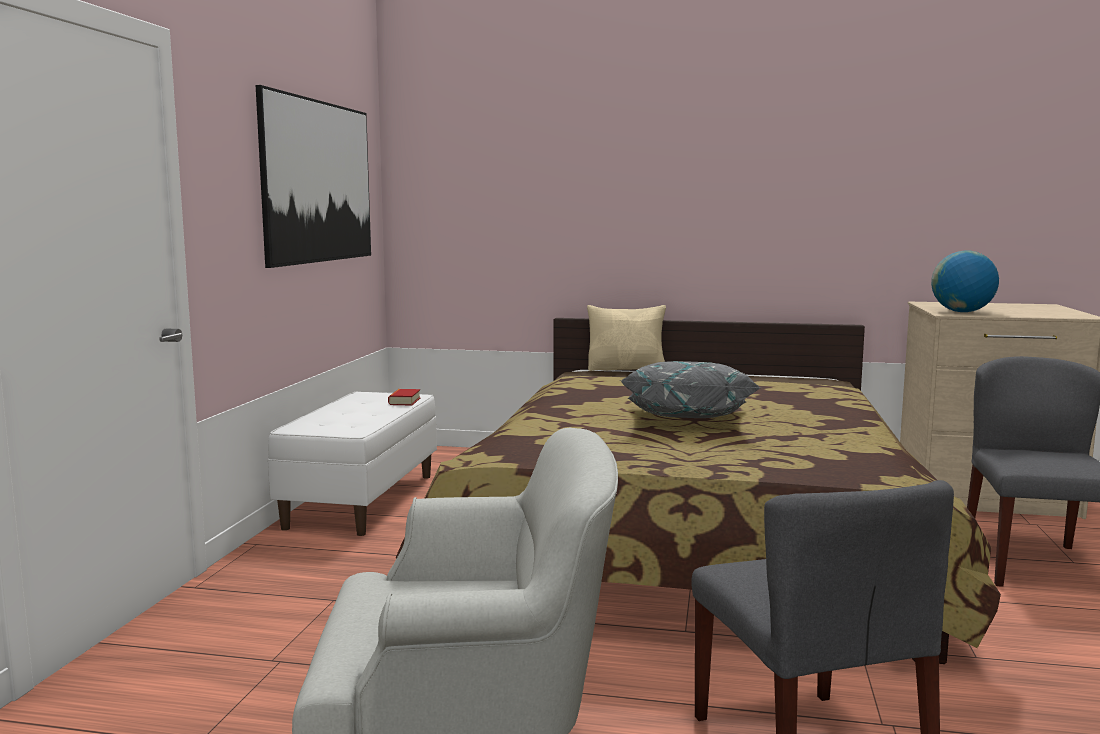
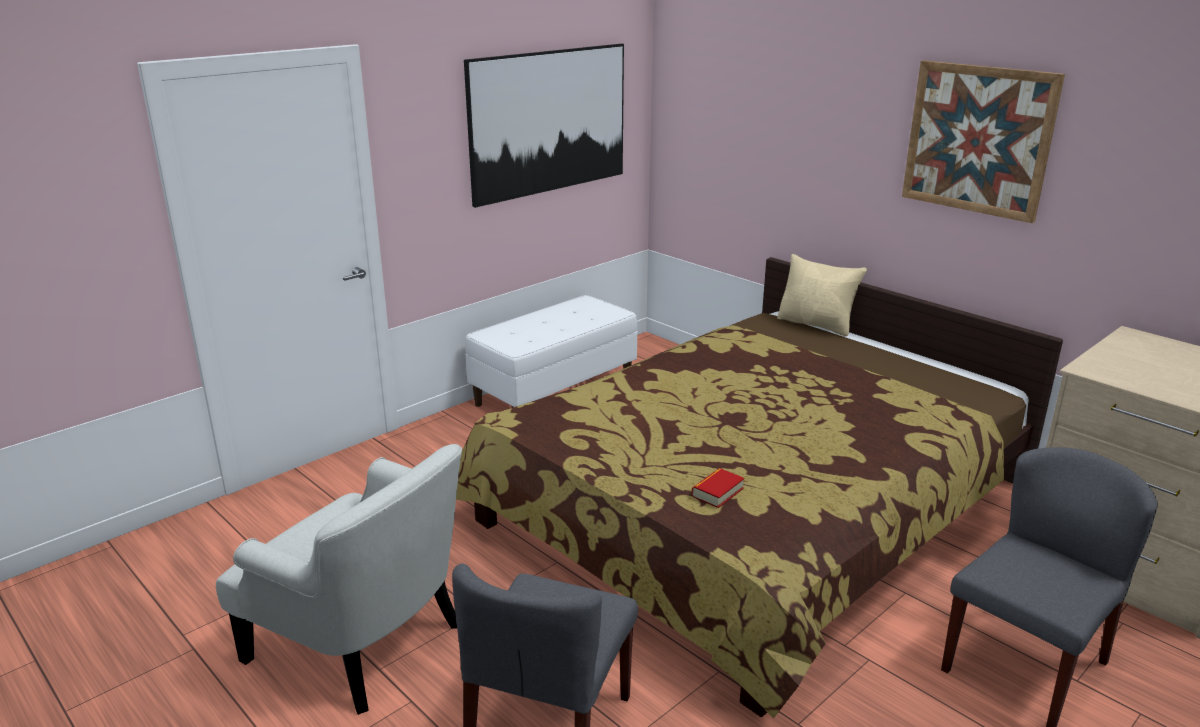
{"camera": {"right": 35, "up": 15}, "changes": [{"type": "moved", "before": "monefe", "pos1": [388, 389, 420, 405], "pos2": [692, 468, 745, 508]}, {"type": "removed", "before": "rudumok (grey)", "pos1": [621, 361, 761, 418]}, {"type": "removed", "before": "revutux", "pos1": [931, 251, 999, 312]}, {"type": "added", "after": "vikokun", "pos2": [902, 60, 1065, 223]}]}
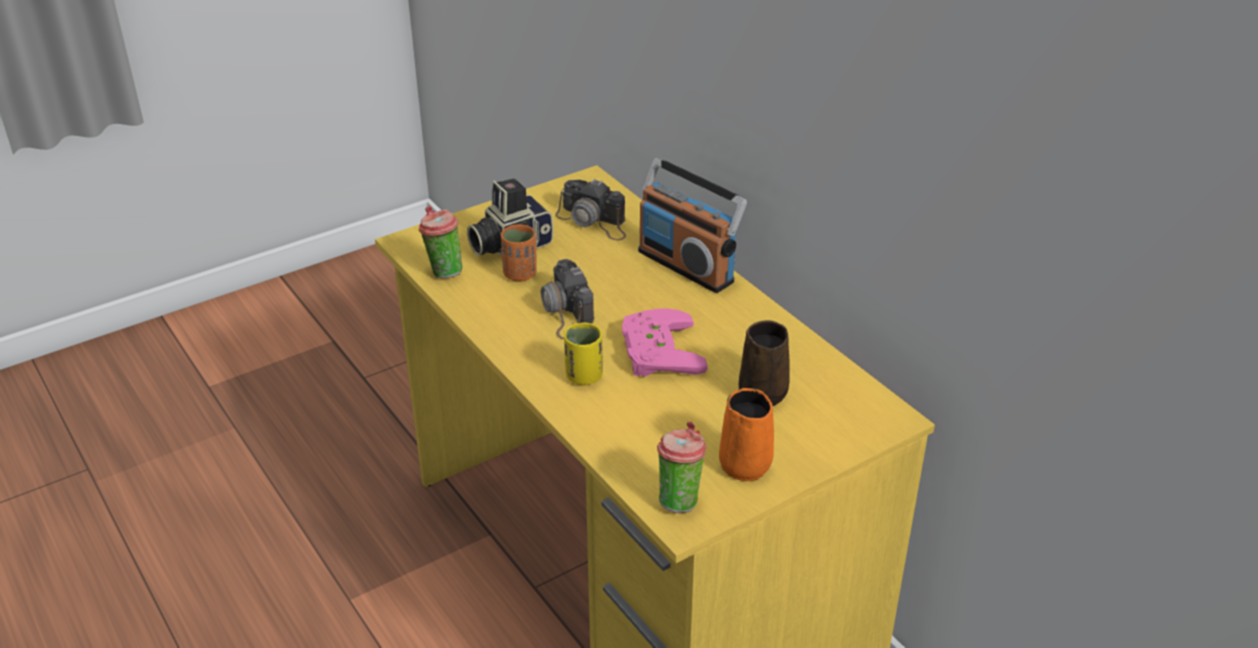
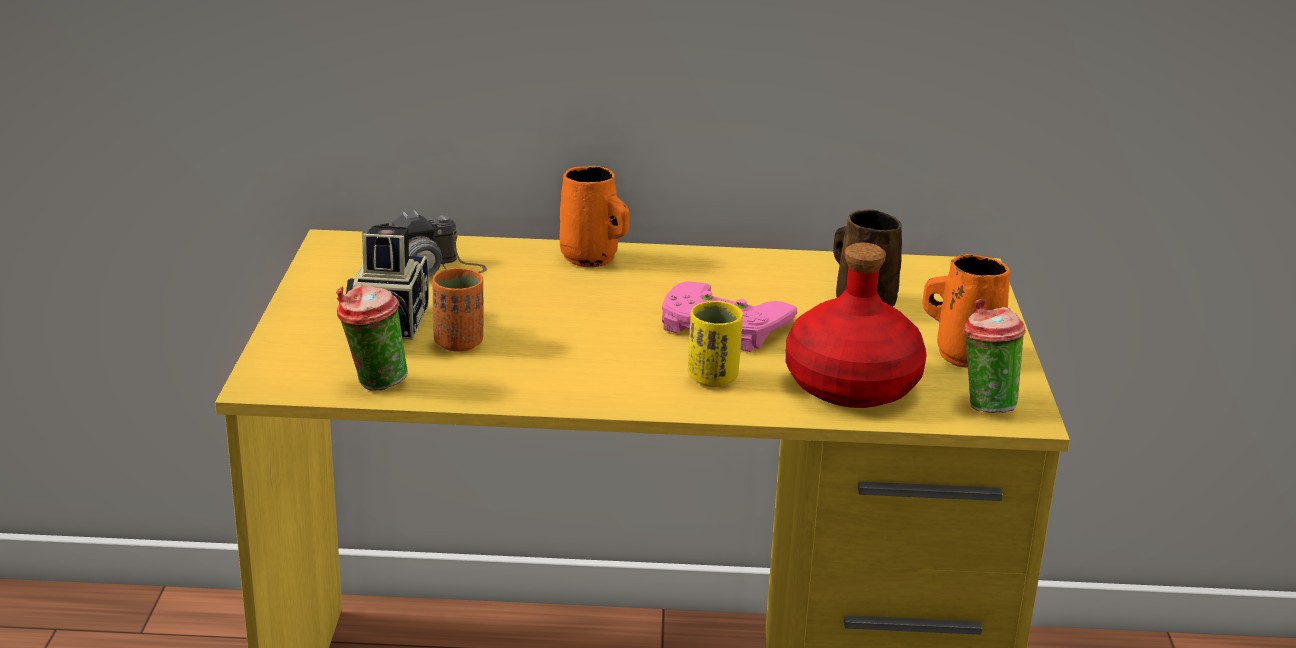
{"camera": {"right": -55, "up": -10}, "changes": [{"type": "removed", "before": "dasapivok", "pos1": [540, 259, 594, 339]}, {"type": "replaced", "before": "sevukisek", "after": "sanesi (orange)", "pos1": [638, 158, 747, 293], "pos2": [560, 166, 629, 267]}, {"type": "added", "after": "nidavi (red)", "pos2": [786, 243, 927, 408]}]}
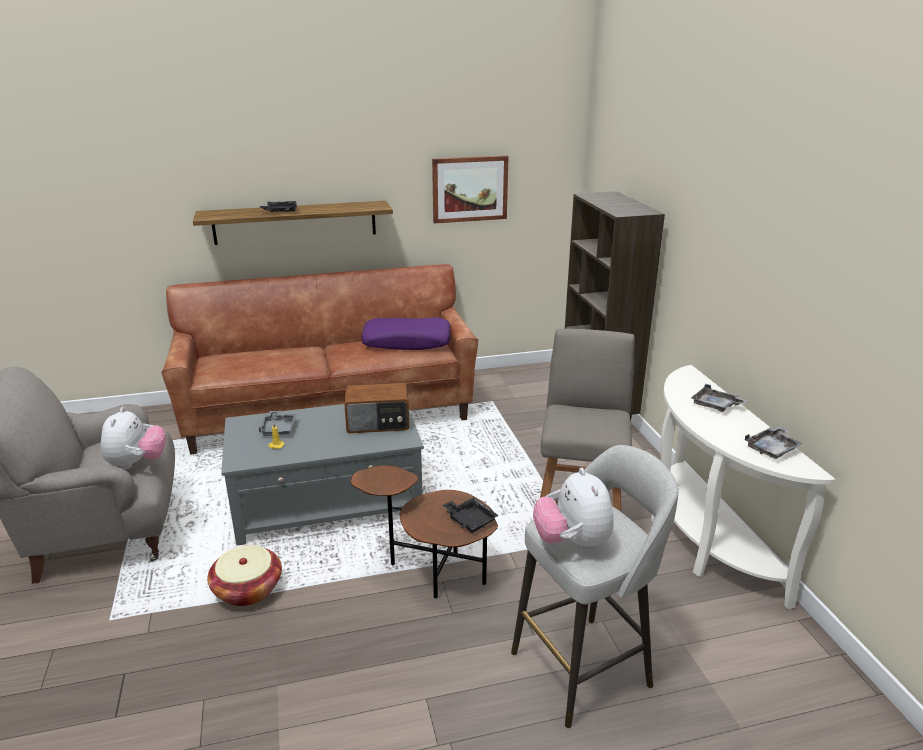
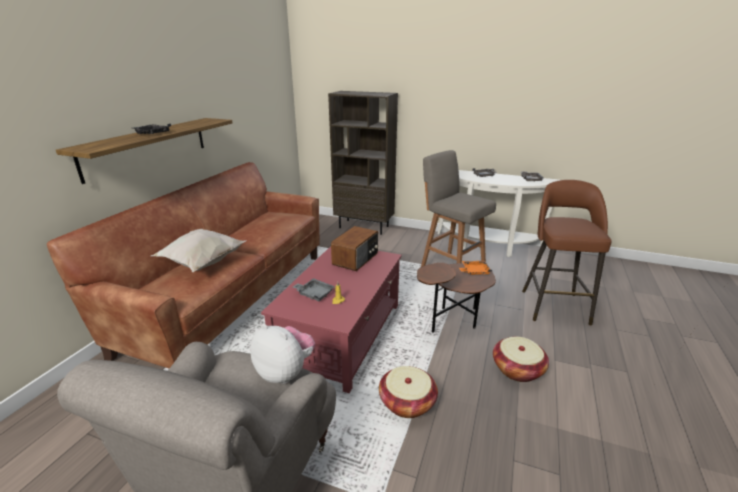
{"camera": {"right": -55, "up": 0}, "changes": [{"type": "recoloured", "before": "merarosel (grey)", "after": "merarosel (red)", "pos1": [221, 404, 424, 546], "pos2": [261, 246, 402, 393]}, {"type": "removed", "before": "rudumok (purple)", "pos1": [361, 317, 450, 350]}, {"type": "removed", "before": "vikokun", "pos1": [432, 156, 509, 224]}, {"type": "recoloured", "before": "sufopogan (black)", "after": "sufopogan (orange)", "pos1": [443, 497, 499, 533], "pos2": [459, 261, 492, 275]}, {"type": "recoloured", "before": "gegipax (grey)", "after": "gegipax (brown)", "pos1": [511, 445, 679, 728], "pos2": [522, 180, 612, 326]}, {"type": "removed", "before": "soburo", "pos1": [533, 468, 614, 550]}, {"type": "added", "after": "rudumok (white)", "pos2": [151, 229, 246, 272]}, {"type": "added", "after": "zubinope", "pos2": [493, 336, 549, 382]}]}
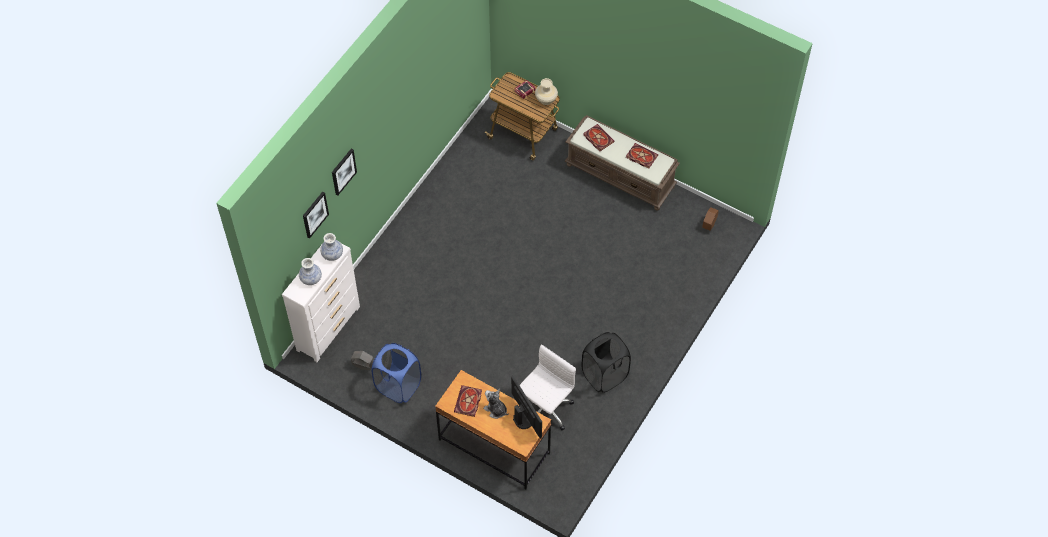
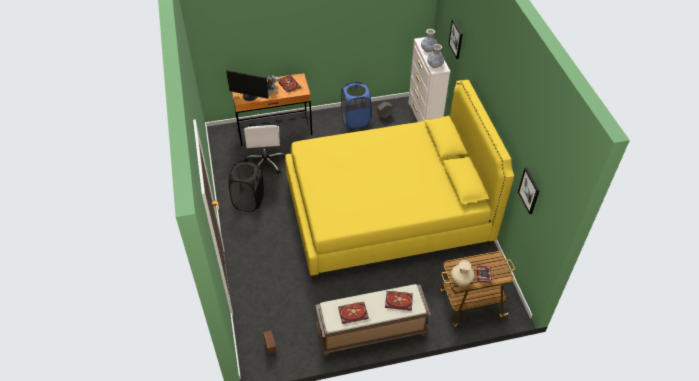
{"camera": {"right": 135, "up": -10}, "changes": [{"type": "moved", "before": "vikokun", "pos1": [332, 149, 357, 195], "pos2": [518, 168, 540, 214]}, {"type": "added", "after": "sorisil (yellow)", "pos2": [285, 80, 514, 279]}]}
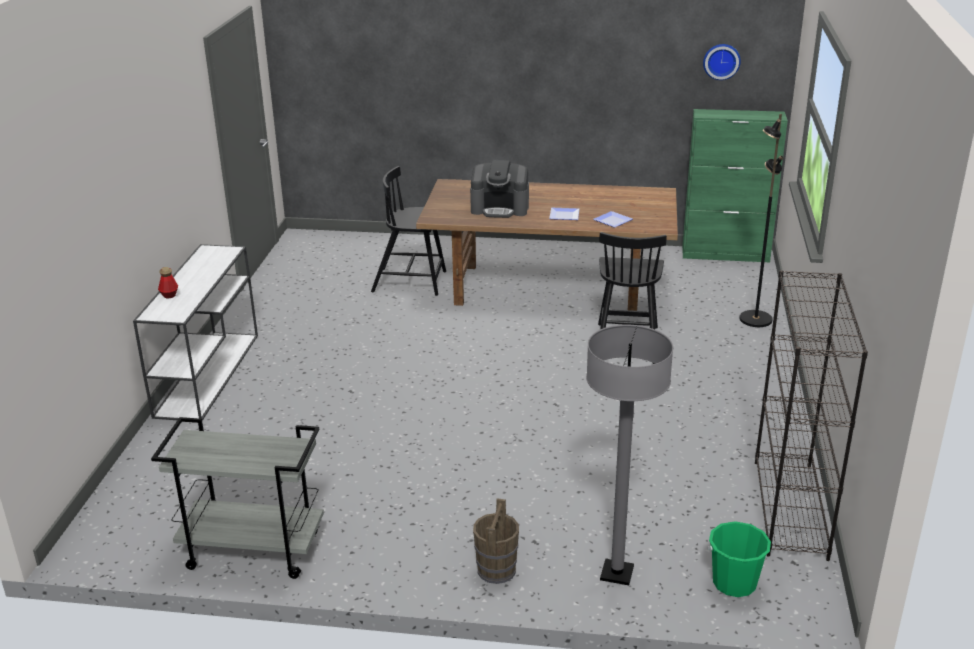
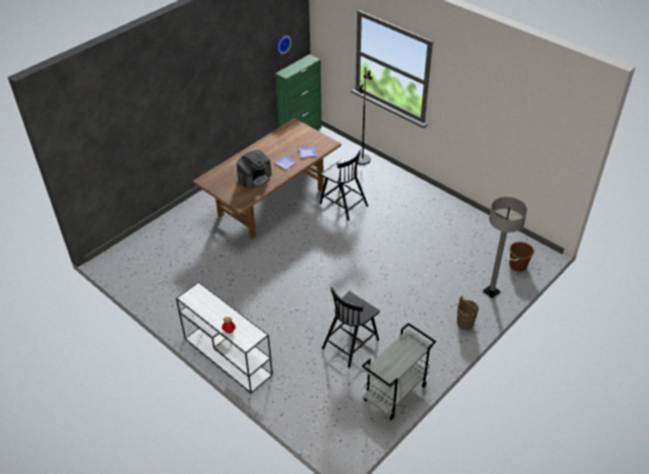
{"camera": {"right": -55, "up": 15}, "changes": [{"type": "moved", "before": "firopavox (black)", "pos1": [371, 166, 446, 296], "pos2": [322, 287, 380, 368]}, {"type": "recoloured", "before": "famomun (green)", "after": "famomun (brown)", "pos1": [707, 521, 771, 597], "pos2": [508, 242, 534, 272]}, {"type": "removed", "before": "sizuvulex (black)", "pos1": [755, 270, 868, 561]}]}
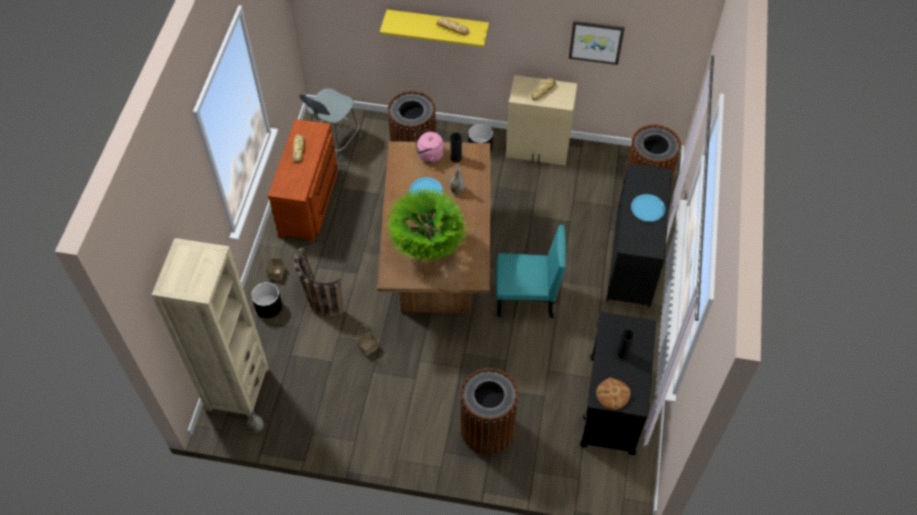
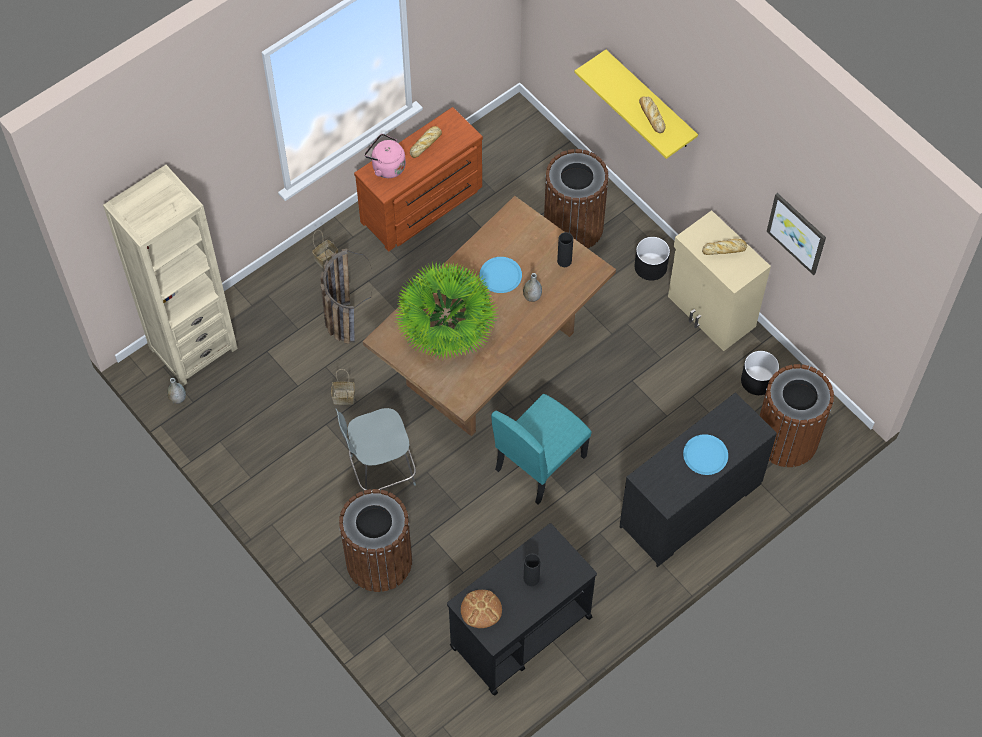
{"camera": {"right": 40, "up": 5}, "changes": [{"type": "moved", "before": "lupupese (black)", "pos1": [251, 282, 282, 318], "pos2": [741, 351, 779, 395]}, {"type": "moved", "before": "gegipax (grey)", "pos1": [299, 88, 361, 160], "pos2": [335, 408, 416, 492]}, {"type": "moved", "before": "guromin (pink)", "pos1": [414, 130, 444, 163], "pos2": [365, 134, 406, 178]}, {"type": "turned", "before": "firopavox (turquoise)", "pos1": [495, 225, 566, 318], "pos2": [491, 394, 592, 505], "turn": 90}]}
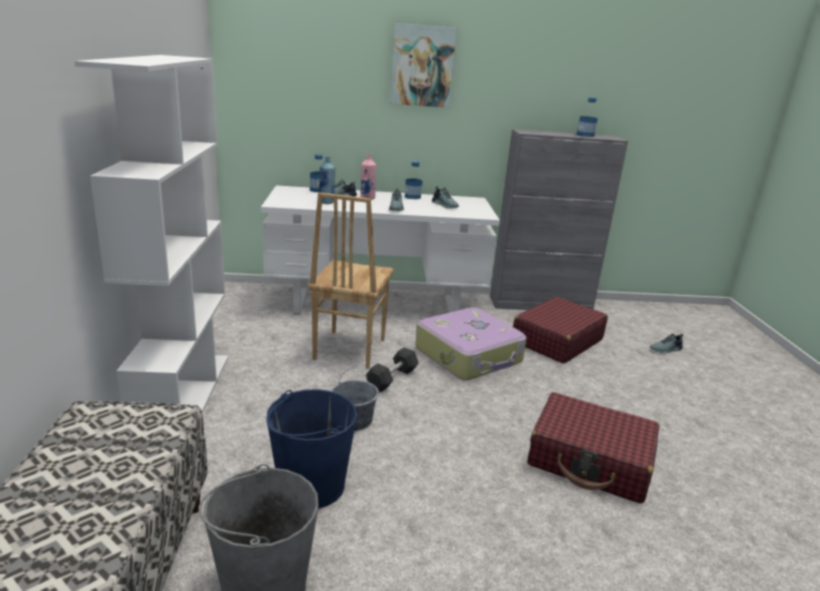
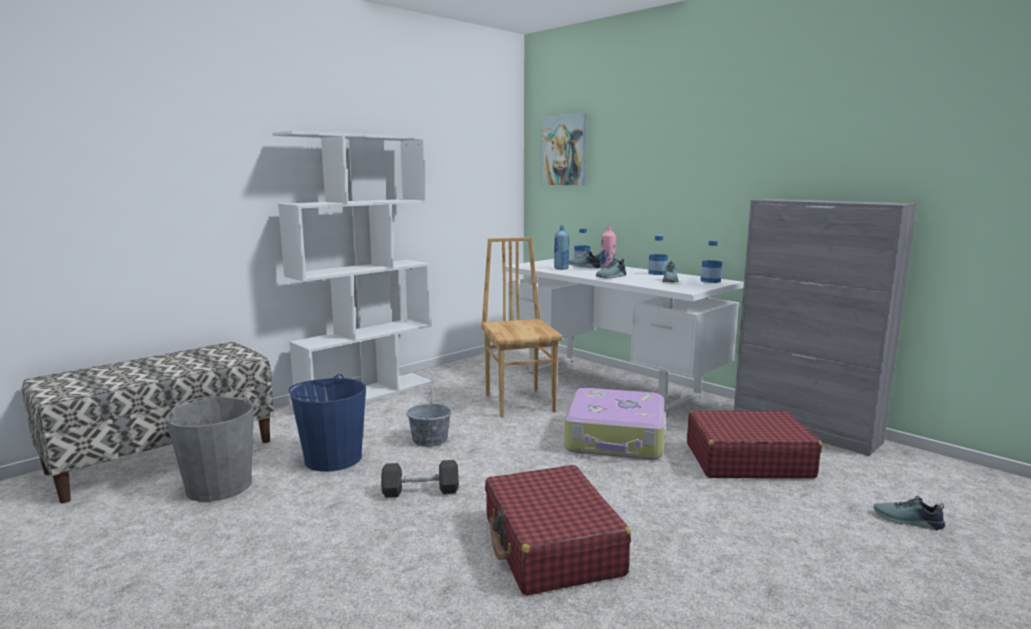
{"camera": {"right": 50, "up": -10}, "changes": [{"type": "turned", "before": "firopavox (brown)", "pos1": [308, 192, 394, 369], "pos2": [481, 237, 563, 417], "turn": 105}, {"type": "moved", "before": "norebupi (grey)", "pos1": [366, 347, 419, 392], "pos2": [381, 460, 459, 498]}, {"type": "moved", "before": "vikokun", "pos1": [390, 23, 457, 108], "pos2": [541, 113, 587, 186]}, {"type": "moved", "before": "nidavi", "pos1": [576, 97, 598, 137], "pos2": [700, 240, 722, 283]}]}
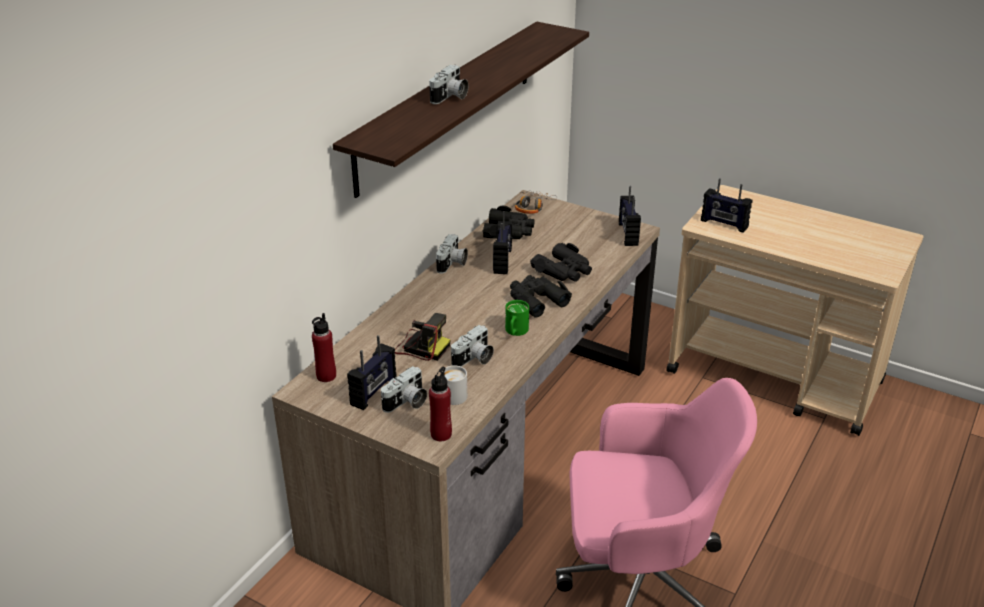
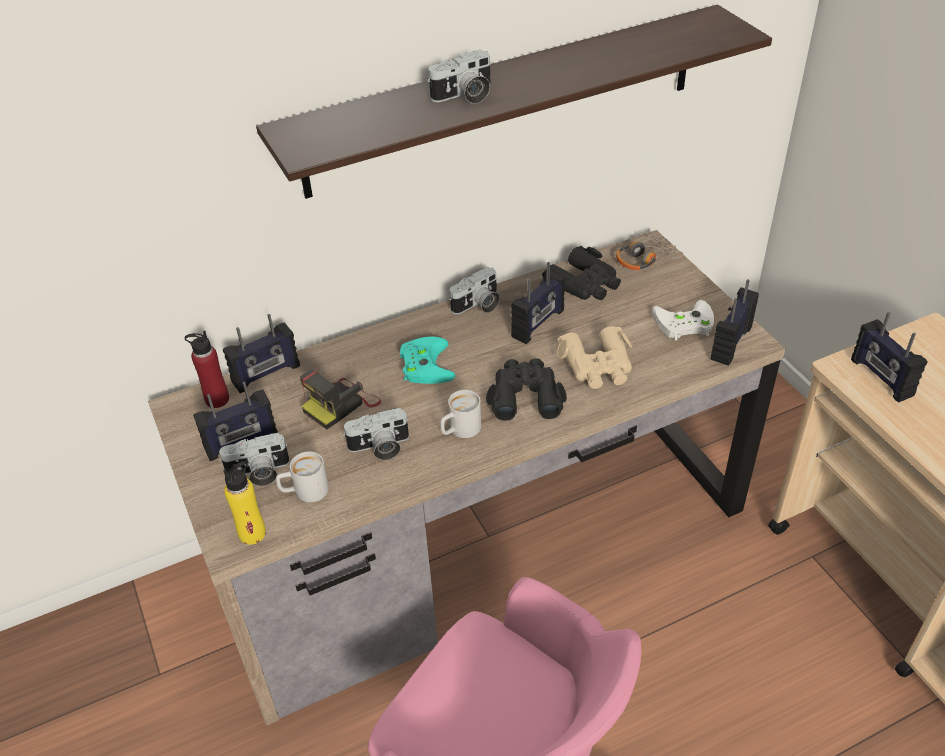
{"camera": {"right": 35, "up": 10}, "changes": [{"type": "turned", "before": "dasapivok", "pos1": [395, 313, 450, 361], "pos2": [300, 370, 381, 429], "turn": 75}, {"type": "recoloured", "before": "nidavi (red)", "after": "nidavi (yellow)", "pos1": [429, 367, 452, 441], "pos2": [223, 461, 266, 545]}, {"type": "recoloured", "before": "sanesi (green)", "after": "sanesi (white)", "pos1": [505, 300, 529, 336], "pos2": [440, 390, 481, 438]}, {"type": "recoloured", "before": "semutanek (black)", "after": "semutanek (beige)", "pos1": [530, 243, 592, 282], "pos2": [557, 326, 633, 389]}, {"type": "added", "after": "sevukisek", "pos2": [223, 314, 300, 393]}, {"type": "added", "after": "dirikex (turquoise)", "pos2": [400, 337, 456, 384]}, {"type": "added", "after": "dirikex (white)", "pos2": [652, 300, 714, 340]}]}
